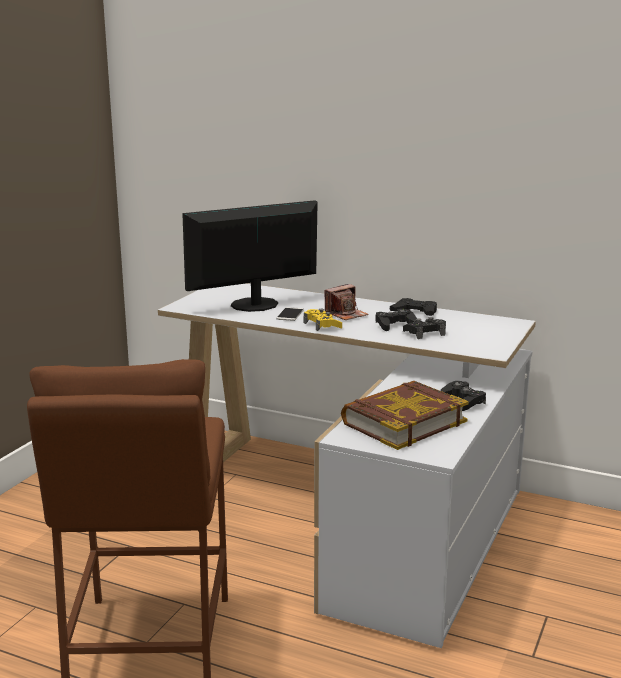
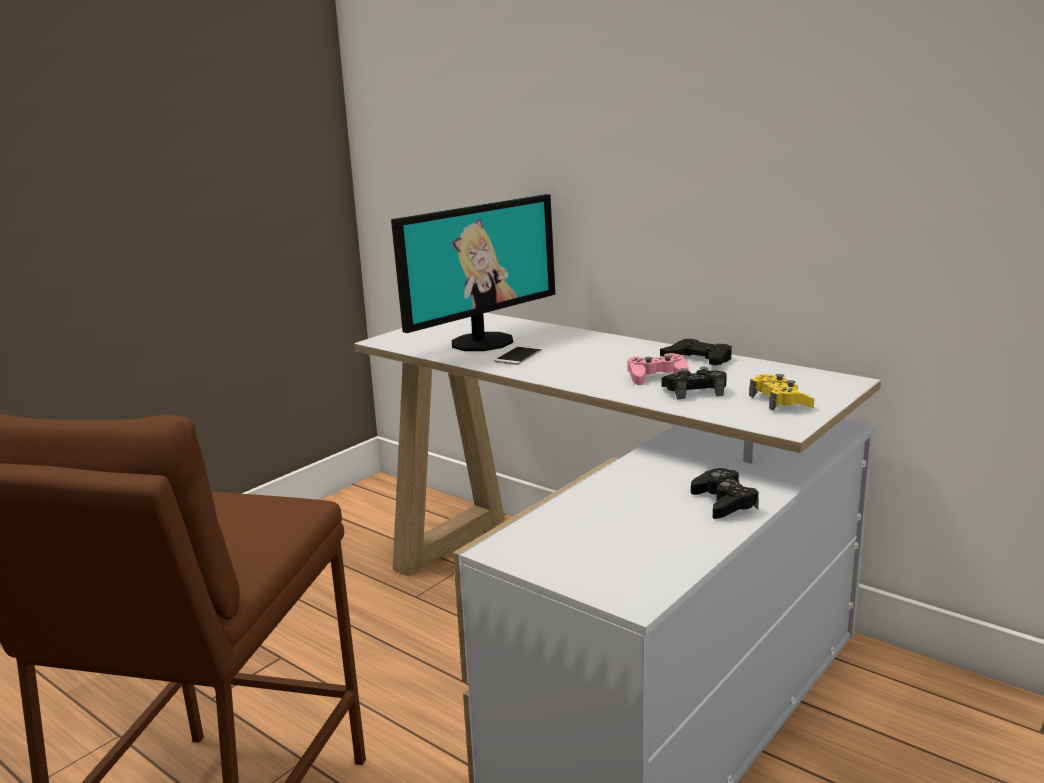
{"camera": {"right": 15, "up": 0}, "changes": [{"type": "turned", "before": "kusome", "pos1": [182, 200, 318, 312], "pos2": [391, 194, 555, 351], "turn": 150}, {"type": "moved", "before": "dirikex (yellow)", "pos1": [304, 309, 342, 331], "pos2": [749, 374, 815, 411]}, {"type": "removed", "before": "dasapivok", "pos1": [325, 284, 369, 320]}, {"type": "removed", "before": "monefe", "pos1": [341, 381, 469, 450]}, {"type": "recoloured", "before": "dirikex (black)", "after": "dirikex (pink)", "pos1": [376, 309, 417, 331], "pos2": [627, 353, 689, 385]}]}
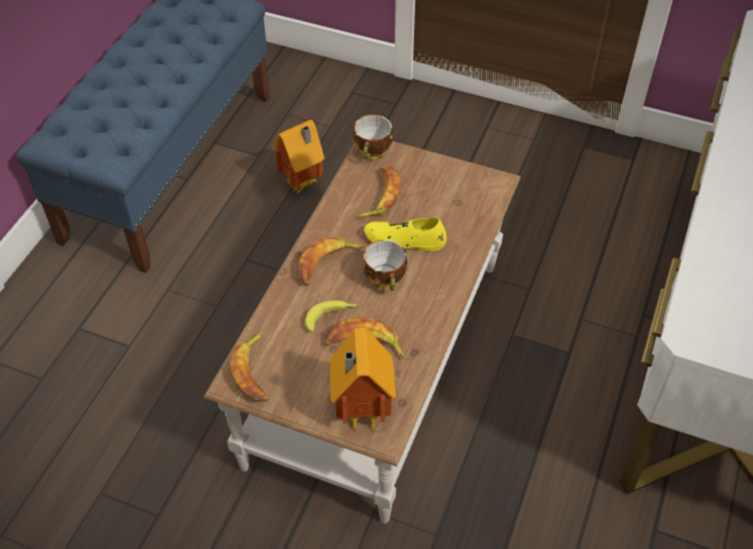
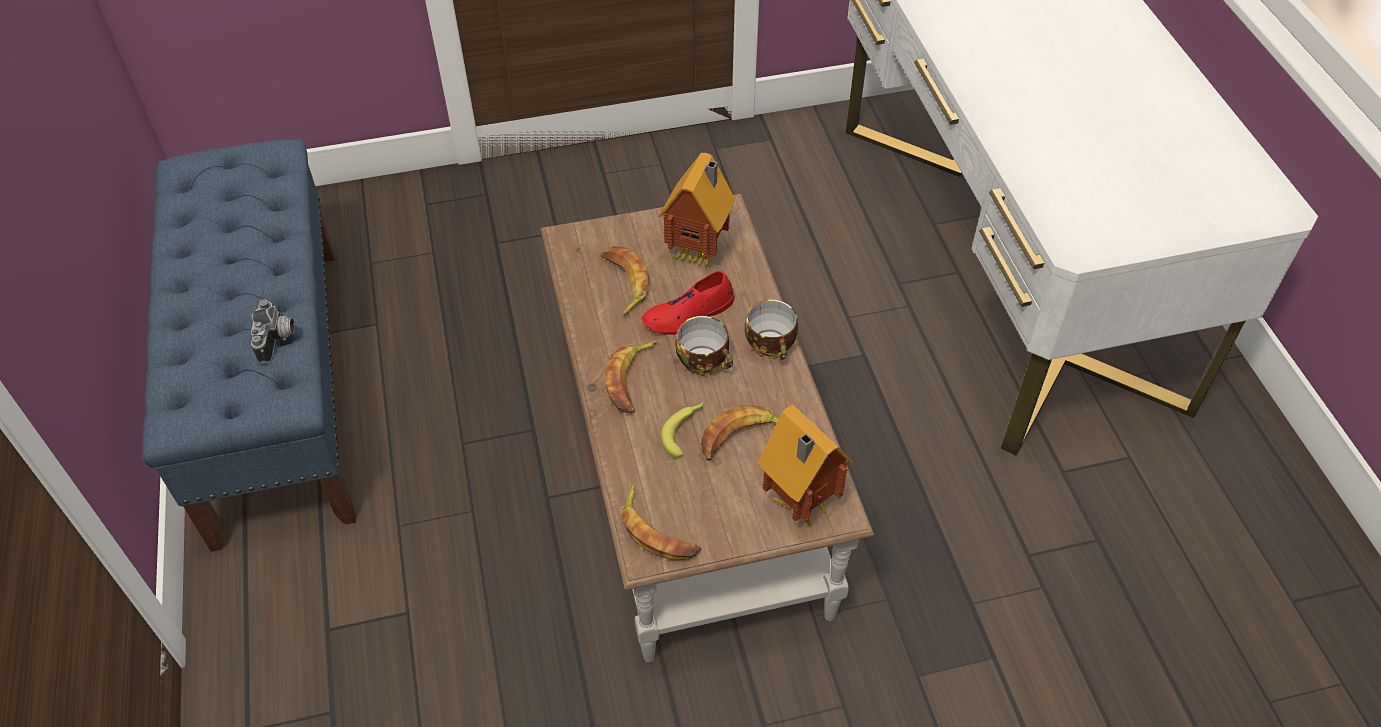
{"camera": {"right": -35, "up": 0}, "changes": [{"type": "moved", "before": "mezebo", "pos1": [273, 120, 325, 194], "pos2": [659, 153, 735, 268]}, {"type": "moved", "before": "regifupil", "pos1": [353, 115, 393, 159], "pos2": [745, 300, 798, 360]}, {"type": "recoloured", "before": "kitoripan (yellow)", "after": "kitoripan (red)", "pos1": [364, 218, 447, 251], "pos2": [642, 271, 734, 335]}, {"type": "added", "after": "dasapivok", "pos2": [251, 299, 295, 364]}]}
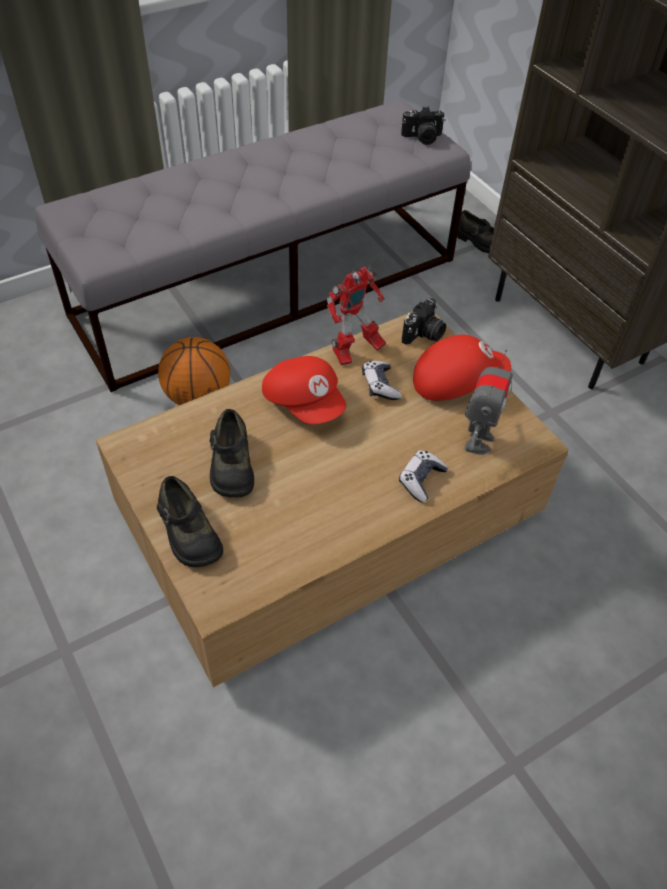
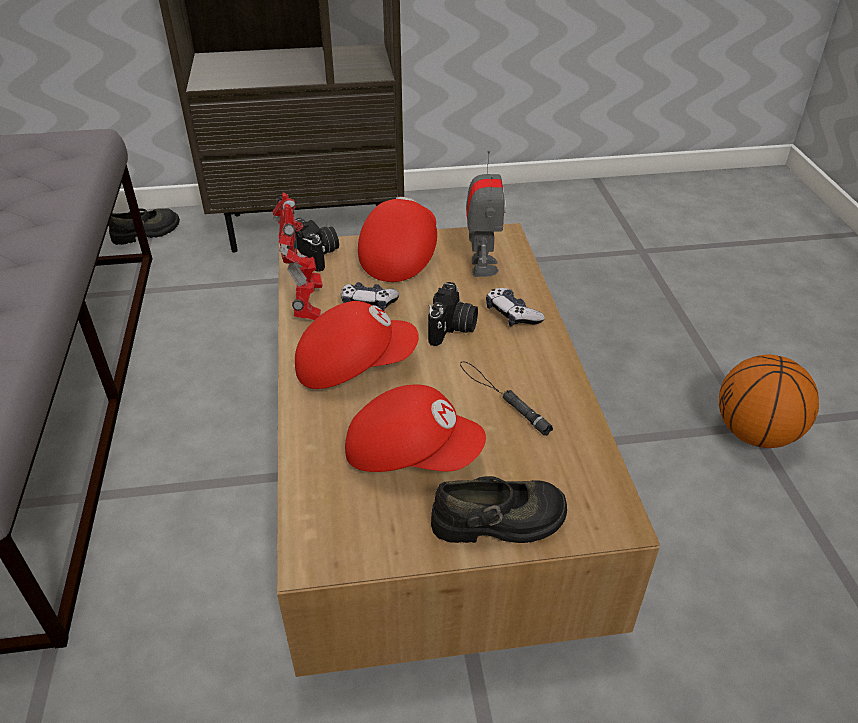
{"camera": {"right": -65, "up": -10}, "changes": [{"type": "moved", "before": "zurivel", "pos1": [158, 337, 230, 405], "pos2": [719, 355, 819, 448]}, {"type": "replaced", "before": "kitoripan (black)", "after": "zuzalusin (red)", "pos1": [210, 409, 254, 498], "pos2": [345, 385, 486, 472]}, {"type": "moved", "before": "dasapivok", "pos1": [401, 107, 445, 145], "pos2": [428, 282, 478, 346]}, {"type": "turned", "before": "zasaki", "pos1": [465, 349, 513, 455], "pos2": [466, 151, 506, 277], "turn": 45}, {"type": "added", "after": "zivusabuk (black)", "pos2": [460, 361, 553, 436]}]}
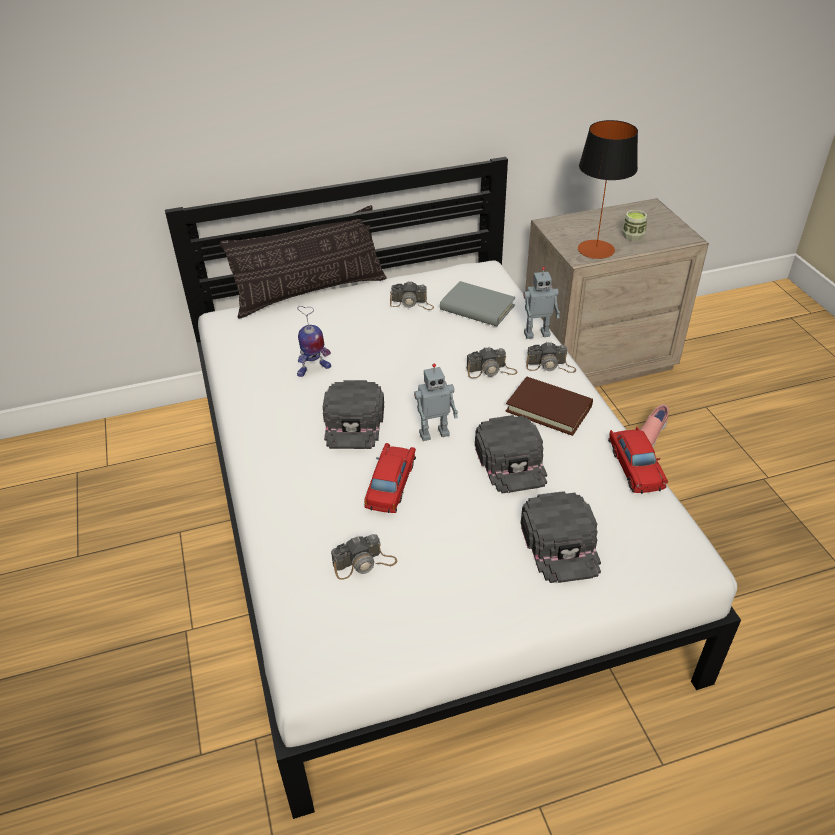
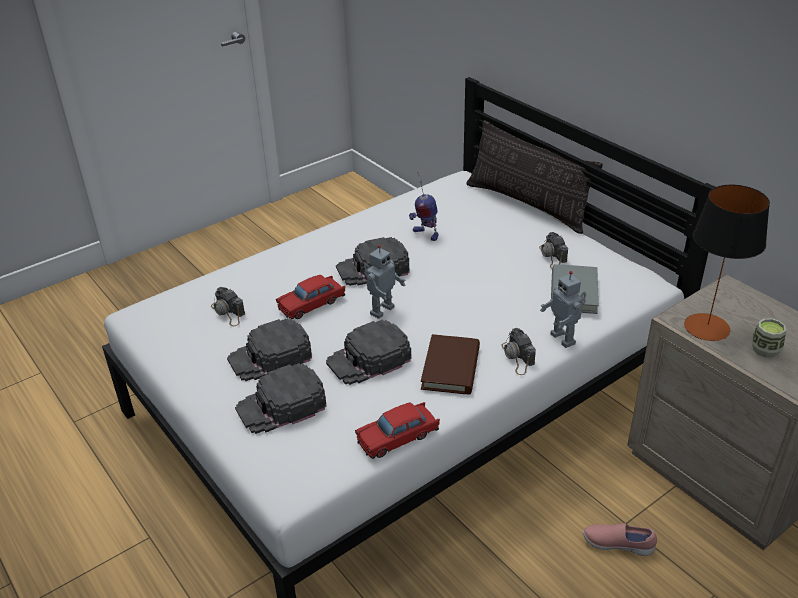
{"camera": {"right": 70, "up": -5}, "changes": [{"type": "turned", "before": "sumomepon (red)", "pos1": [364, 443, 416, 513], "pos2": [276, 275, 345, 319], "turn": 150}, {"type": "turned", "before": "zasaki", "pos1": [414, 363, 458, 441], "pos2": [364, 244, 405, 319], "turn": -105}, {"type": "removed", "before": "dasapivok", "pos1": [467, 347, 517, 378]}, {"type": "added", "after": "zuzalusin (black)", "pos2": [227, 318, 312, 381]}]}
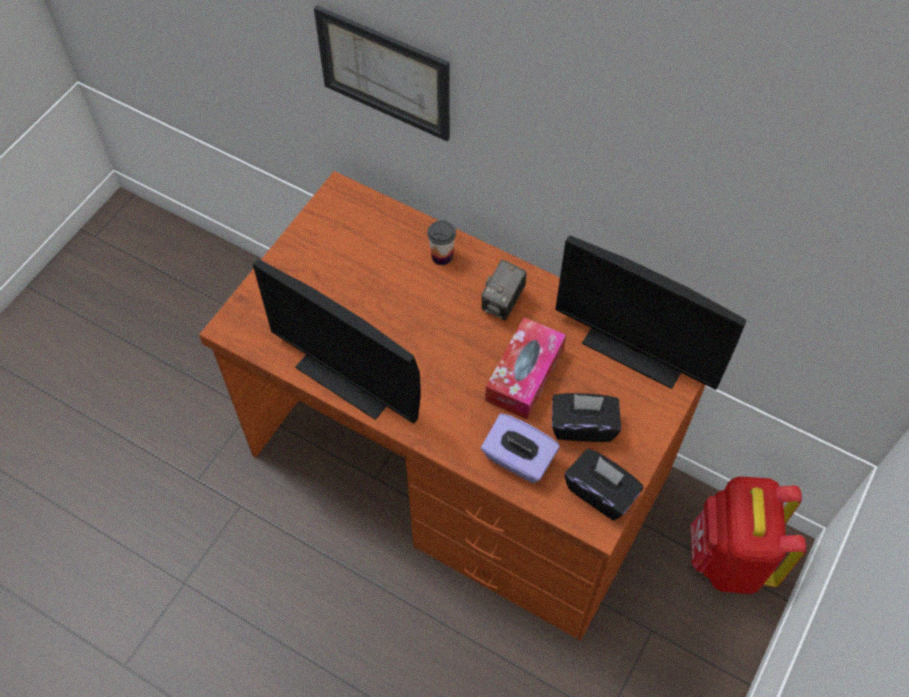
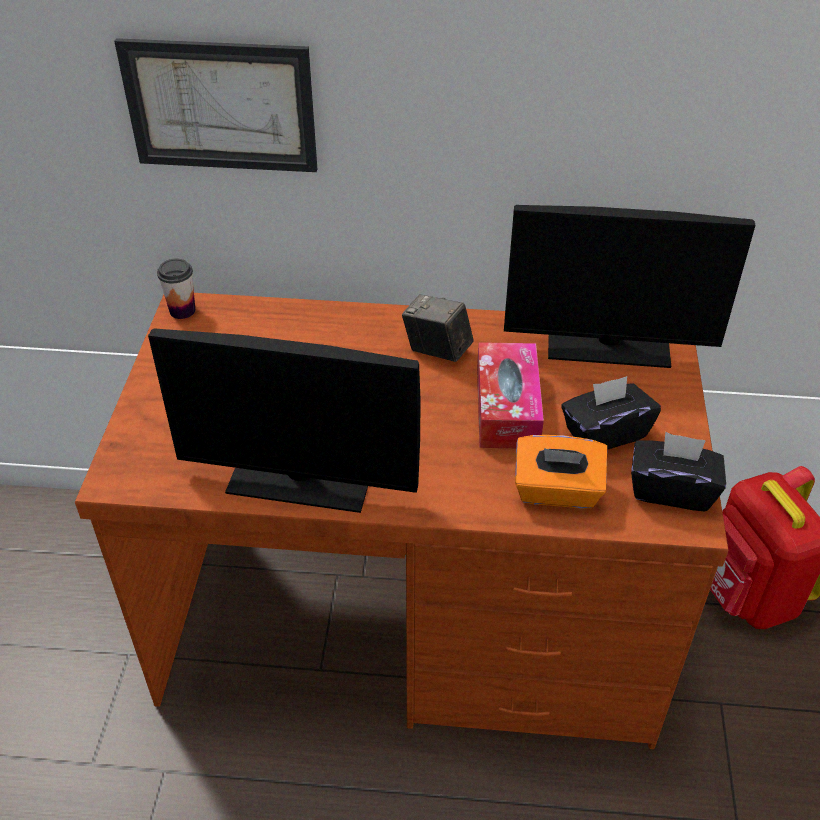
{"camera": {"right": -25, "up": -15}, "changes": [{"type": "moved", "before": "regifupil", "pos1": [427, 220, 456, 265], "pos2": [157, 259, 195, 319]}, {"type": "recoloured", "before": "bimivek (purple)", "after": "bimivek (orange)", "pos1": [481, 413, 560, 483], "pos2": [515, 435, 607, 508]}, {"type": "turned", "before": "dasapivok", "pos1": [482, 260, 526, 321], "pos2": [402, 294, 474, 362], "turn": 120}]}
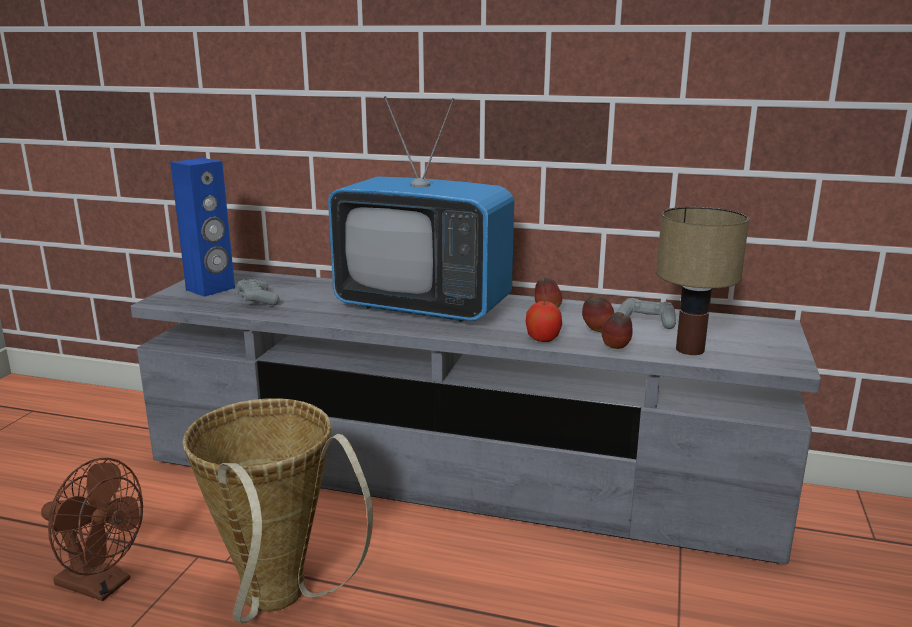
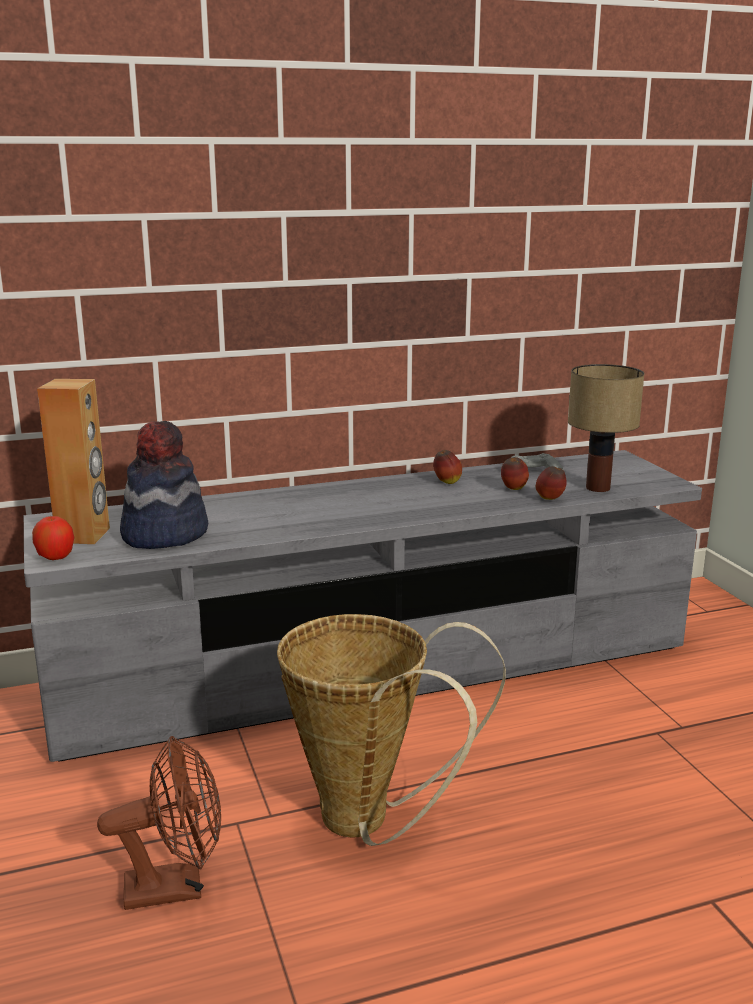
{"camera": {"right": -35, "up": 0}, "changes": [{"type": "recoloured", "before": "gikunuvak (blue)", "after": "gikunuvak (brown)", "pos1": [170, 158, 235, 297], "pos2": [37, 379, 110, 544]}, {"type": "replaced", "before": "dirikex (grey)", "after": "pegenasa", "pos1": [237, 279, 280, 305], "pos2": [120, 421, 208, 549]}, {"type": "removed", "before": "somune", "pos1": [328, 96, 514, 322]}, {"type": "moved", "before": "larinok", "pos1": [526, 301, 562, 342], "pos2": [32, 516, 74, 560]}]}
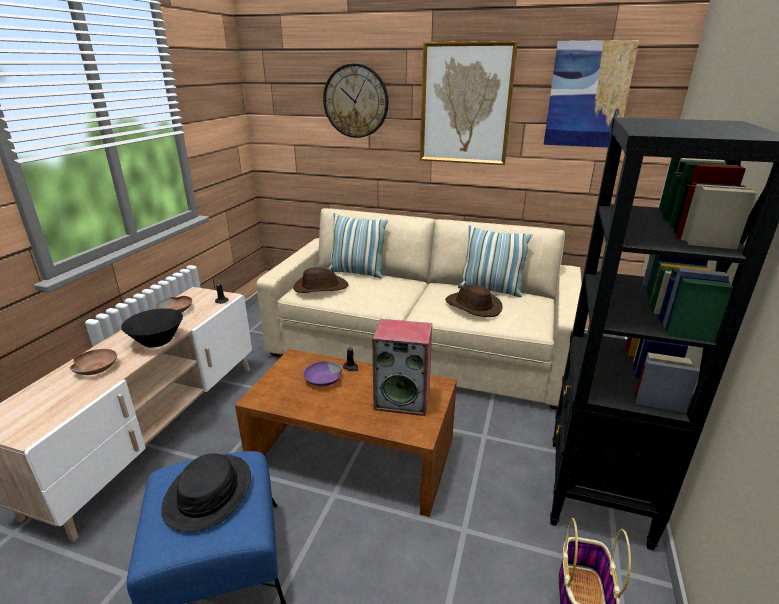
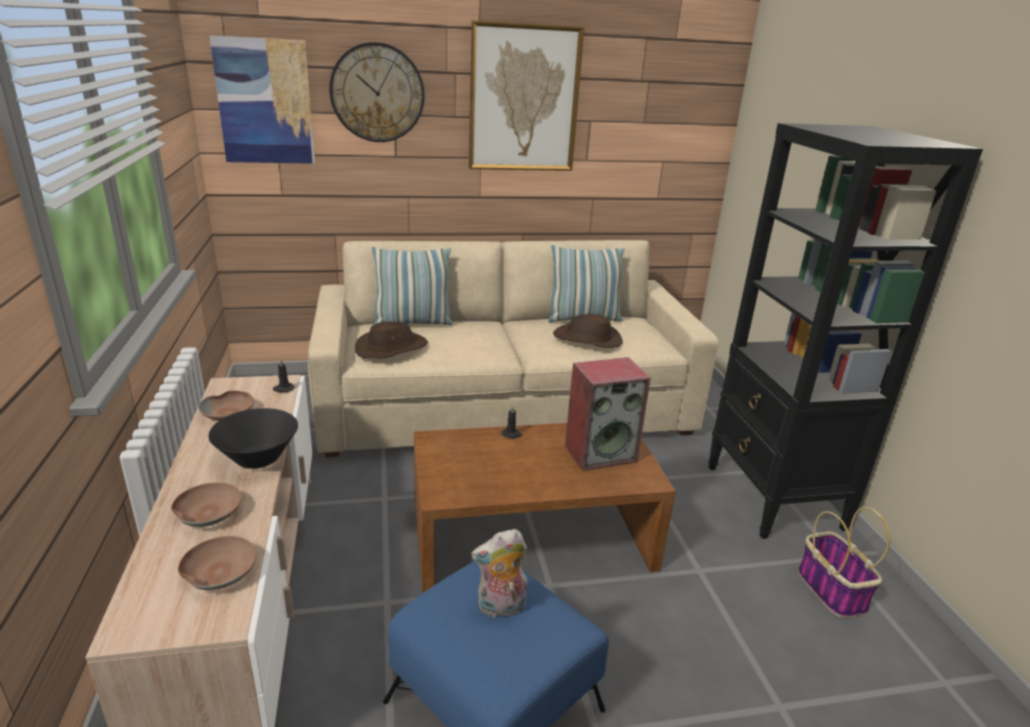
{"camera": {"right": -30, "up": 0}, "changes": [{"type": "replaced", "before": "pegenasa (black)", "after": "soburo", "pos1": [161, 453, 251, 532], "pos2": [471, 529, 527, 619]}, {"type": "removed", "before": "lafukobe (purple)", "pos1": [303, 361, 342, 387]}, {"type": "moved", "before": "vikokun", "pos1": [544, 40, 639, 148], "pos2": [209, 35, 315, 164]}, {"type": "added", "after": "lafukobe (brown)", "pos2": [178, 536, 257, 590]}]}
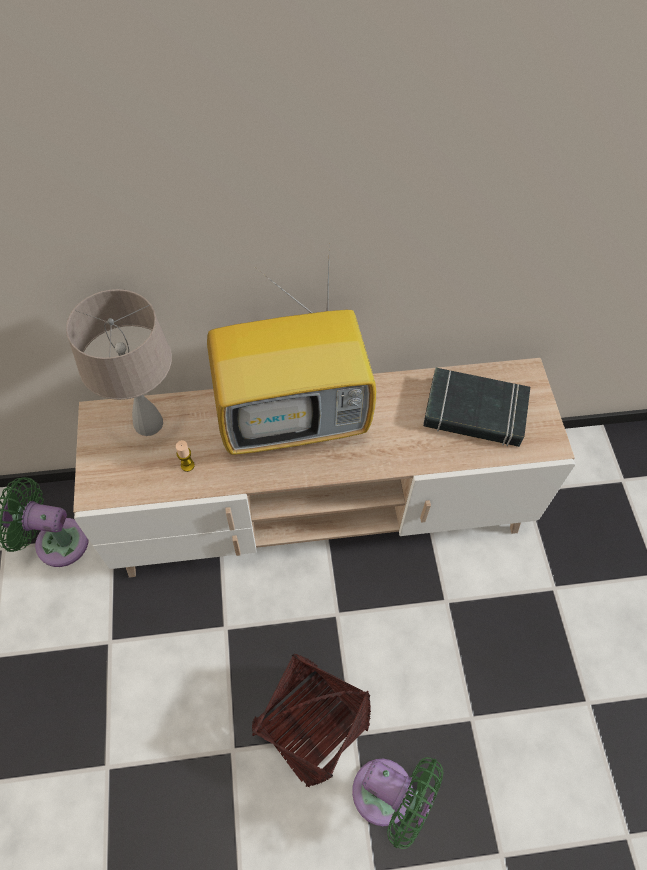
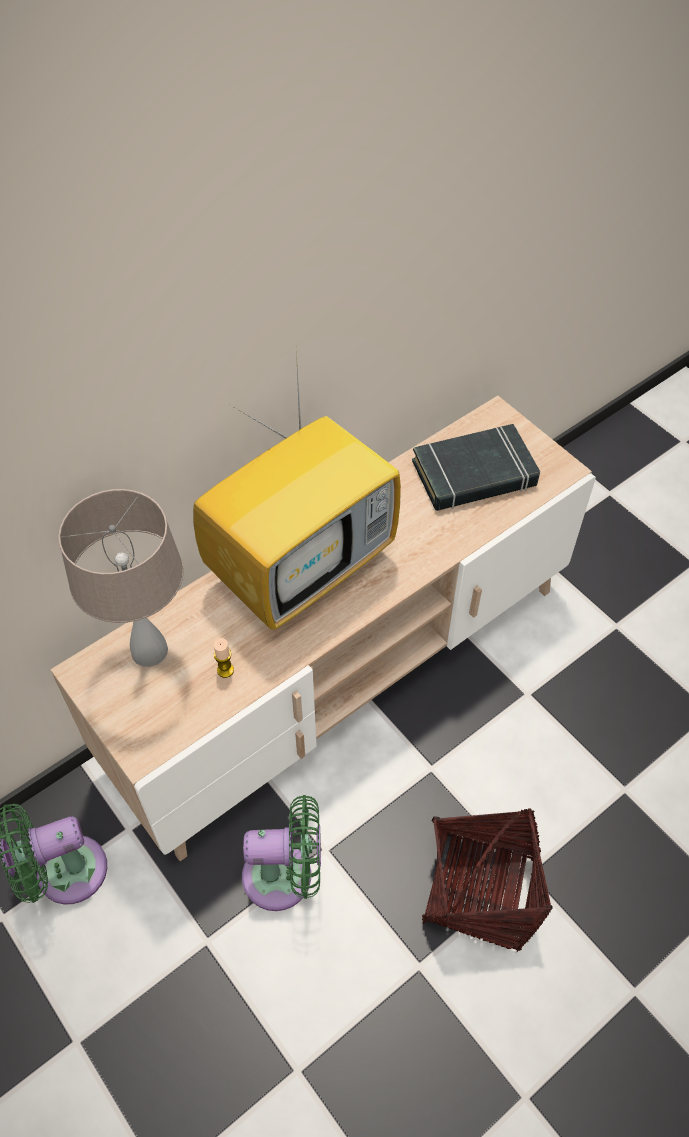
{"camera": {"right": -30, "up": -5}, "changes": [{"type": "moved", "before": "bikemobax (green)", "pos1": [352, 757, 444, 849], "pos2": [242, 795, 321, 911]}]}
